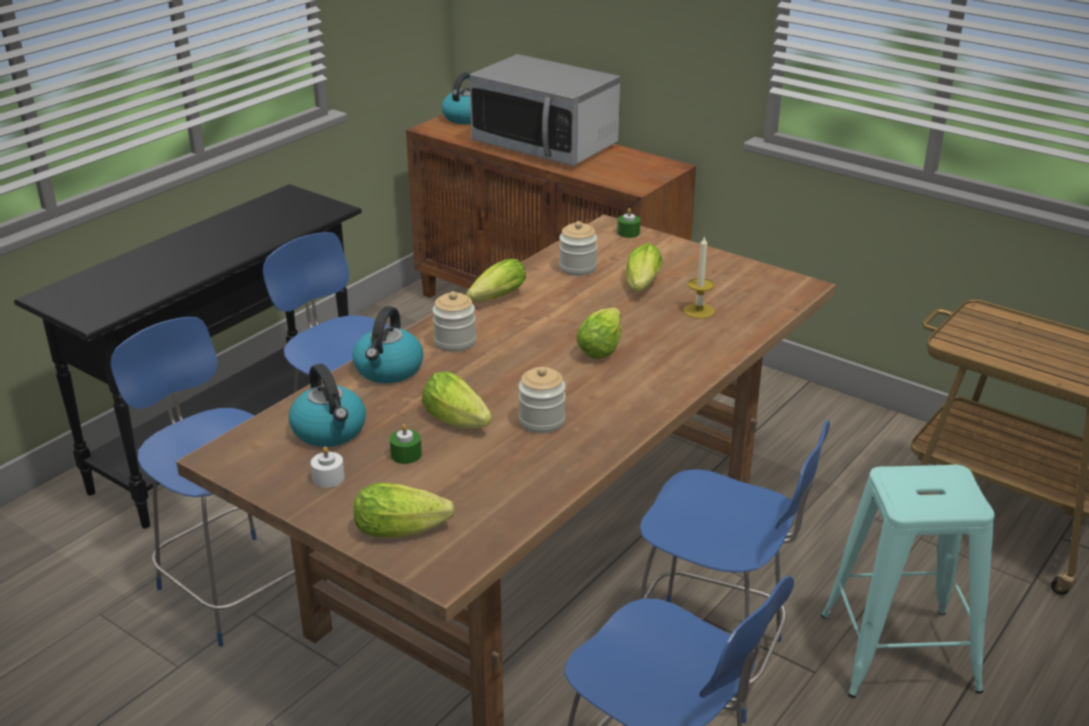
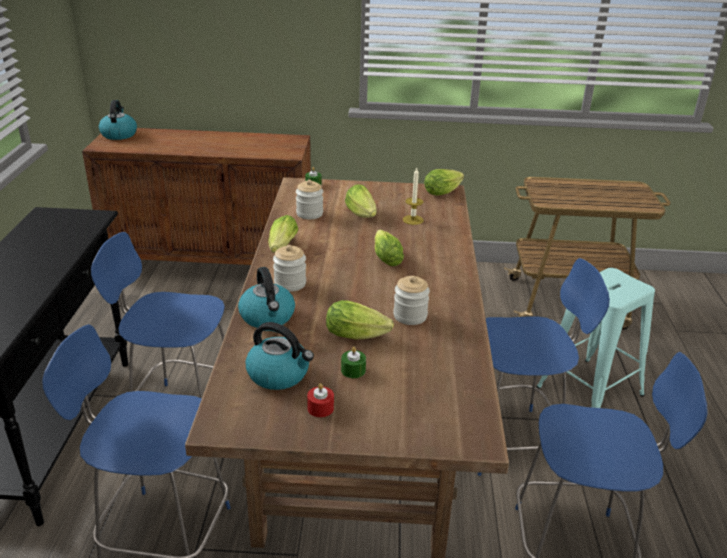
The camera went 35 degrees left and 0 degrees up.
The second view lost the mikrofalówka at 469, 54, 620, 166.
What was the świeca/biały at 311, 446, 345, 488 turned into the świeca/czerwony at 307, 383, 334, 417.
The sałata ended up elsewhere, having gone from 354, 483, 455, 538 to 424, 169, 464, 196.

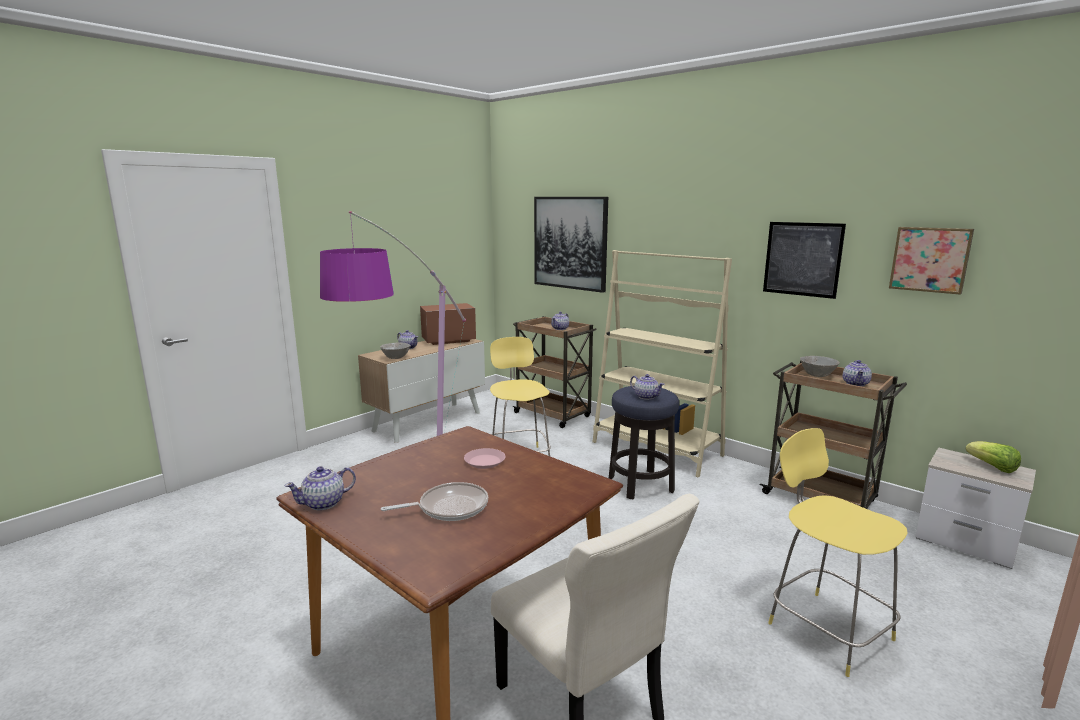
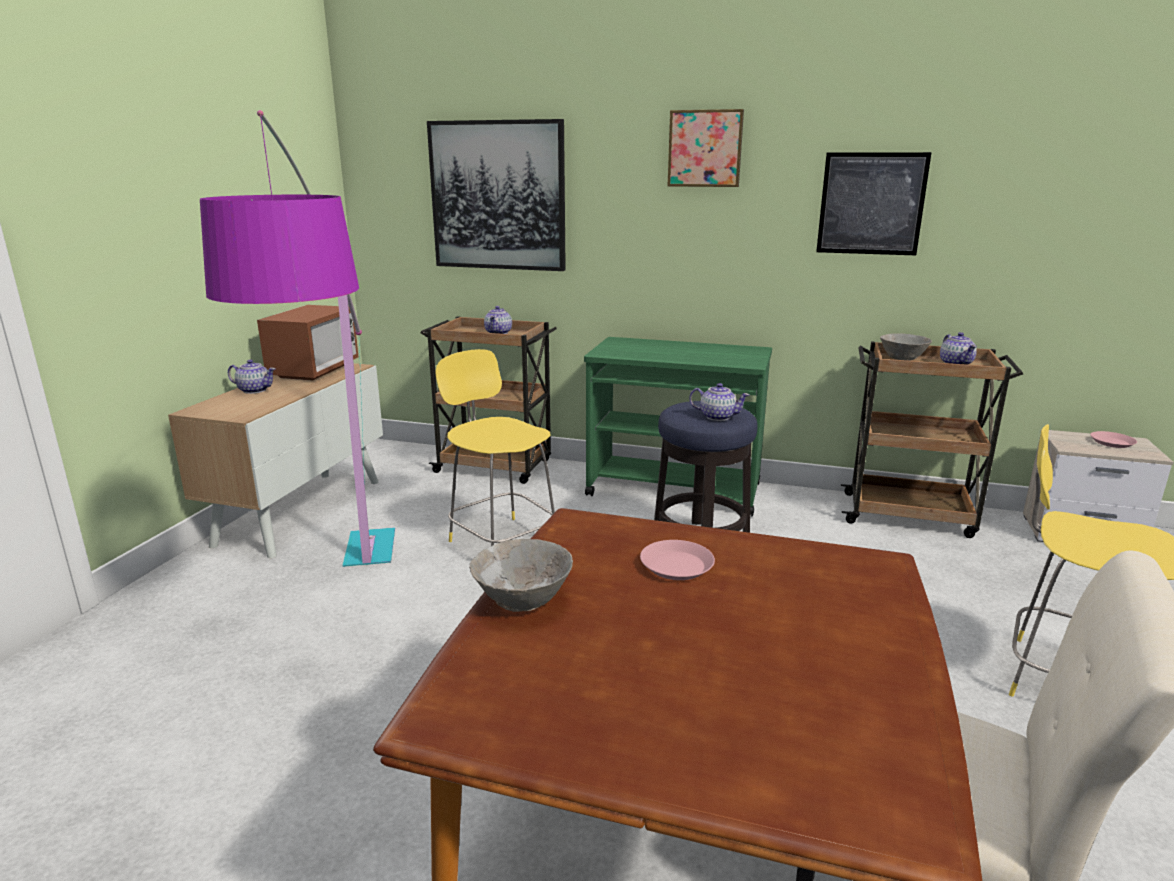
The camera went 25 degrees left and 5 degrees up.
The obraz ended up elsewhere, having gone from 889, 227, 974, 295 to 668, 109, 744, 187.
Where the regał/beżowy stood at 593, 250, 732, 477, the wózek/zielony came to stand at 584, 337, 772, 517.
The mikrofalówka at 420, 303, 476, 345 ended up facing another way, 150 degrees clockwise from before.
The miska/szary ended up elsewhere, having gone from 380, 342, 411, 359 to 469, 539, 573, 612.
Where the sałata stood at 966, 441, 1021, 473, the talerz/różowy came to stand at 1090, 431, 1137, 448.
The second view lost the imbryk at 285, 466, 356, 510.
The second view lost the patelnia at 381, 482, 488, 521.

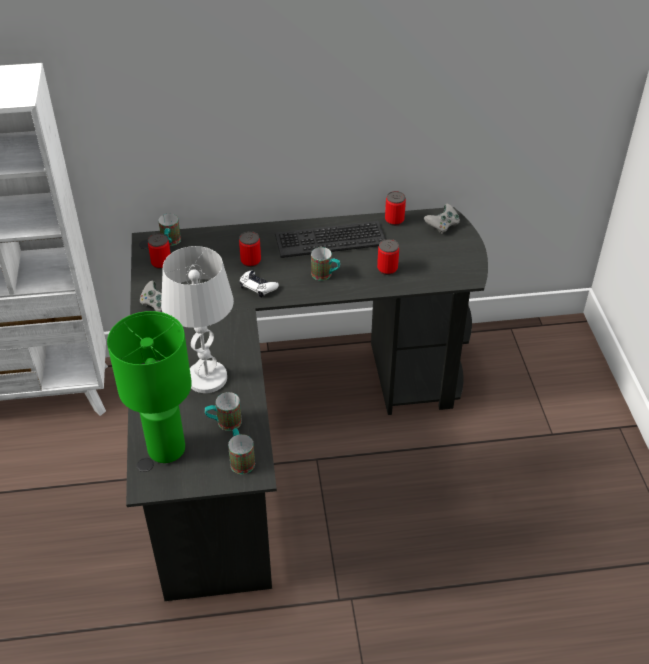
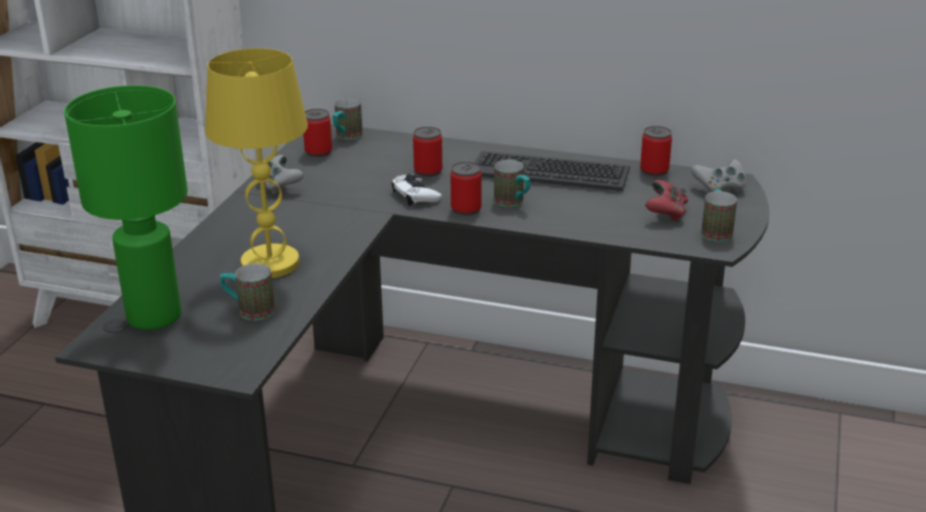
The camera went 25 degrees right and 15 degrees down.
The puszka ended up elsewhere, having gone from 377, 239, 399, 275 to 450, 162, 482, 216.
What was the lampa stołowa/biały at 161, 246, 234, 393 turned into the lampa stołowa/żółty at 205, 48, 308, 278.
The kubek ended up elsewhere, having gone from 228, 429, 255, 474 to 701, 189, 737, 242.
The second view gained the pad do gier/czerwony at 645, 180, 688, 222.

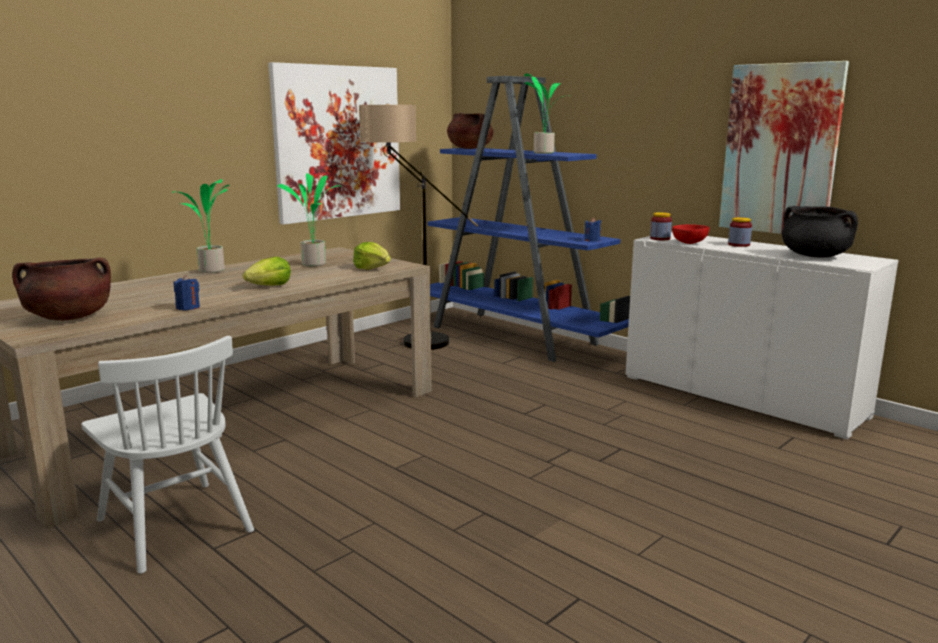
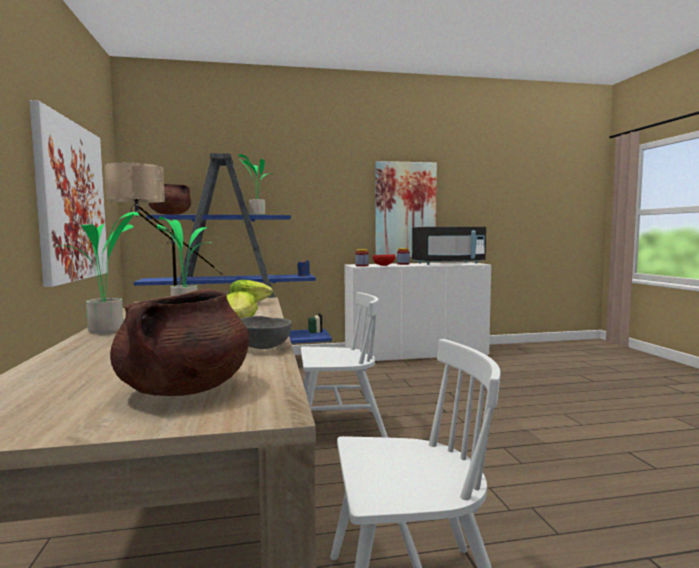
The camera went 55 degrees left and 10 degrees down.
Where the garnek/czarny stood at 782, 206, 858, 258, the mikrofalówka/czarny came to stand at 412, 227, 486, 265.
Where the świeca/niebieski stood at 173, 275, 200, 311, the miska/szary came to stand at 241, 316, 292, 349.
The second view gained the krzesło/biały at 301, 292, 388, 438.

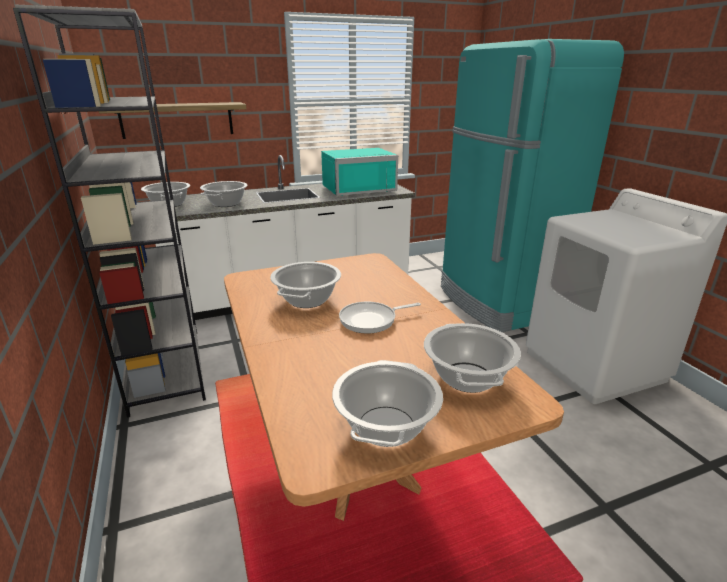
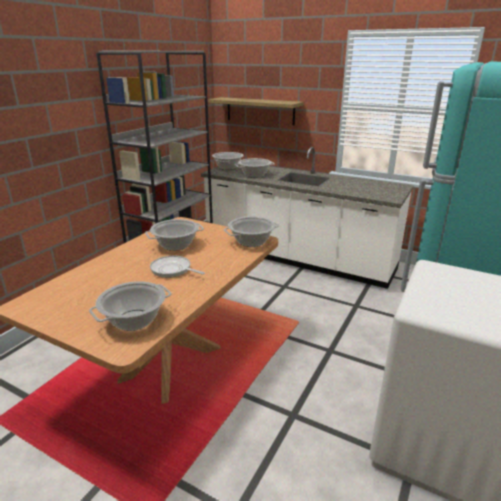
The camera went 50 degrees right and 0 degrees up.
The second view lost the mikrofalówka/turkusowy at 321, 148, 398, 196.
The garnek ended up elsewhere, having gone from 332, 360, 443, 447 to 224, 216, 279, 247.

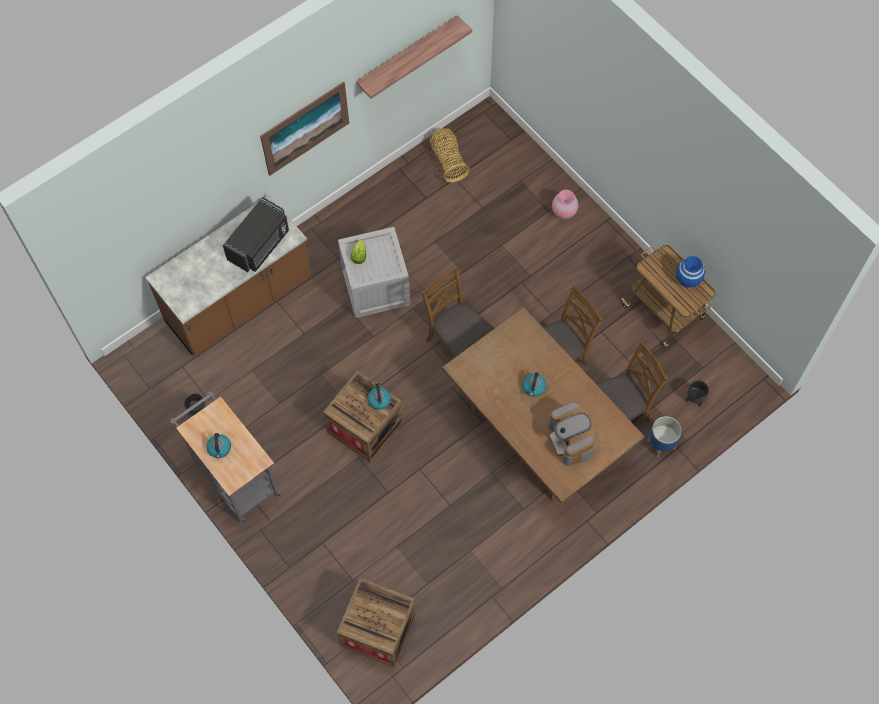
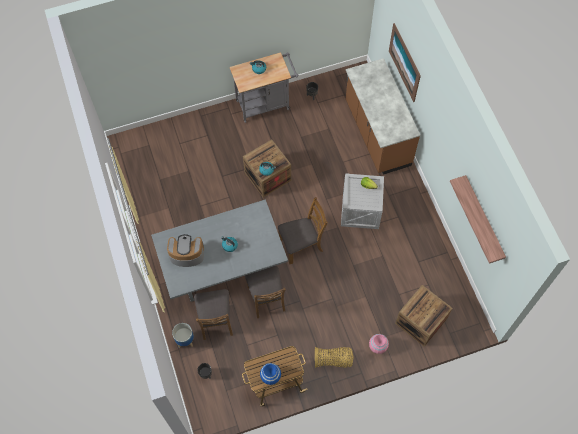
The camera went 110 degrees right and 0 degrees up.
The obraz ended up elsewhere, having gone from 260, 82, 349, 176 to 389, 23, 421, 102.
The koszyk ended up elsewhere, having gone from 430, 128, 470, 182 to 315, 347, 354, 368.
The second view lost the mikrofalówka/czarny at 223, 197, 289, 272.
What was the stół jadalny/brązowy at 442, 307, 644, 503 turned into the stół jadalny/szary at 151, 199, 288, 302.
The skrzynka ended up elsewhere, having gone from 337, 578, 416, 667 to 395, 285, 452, 347.

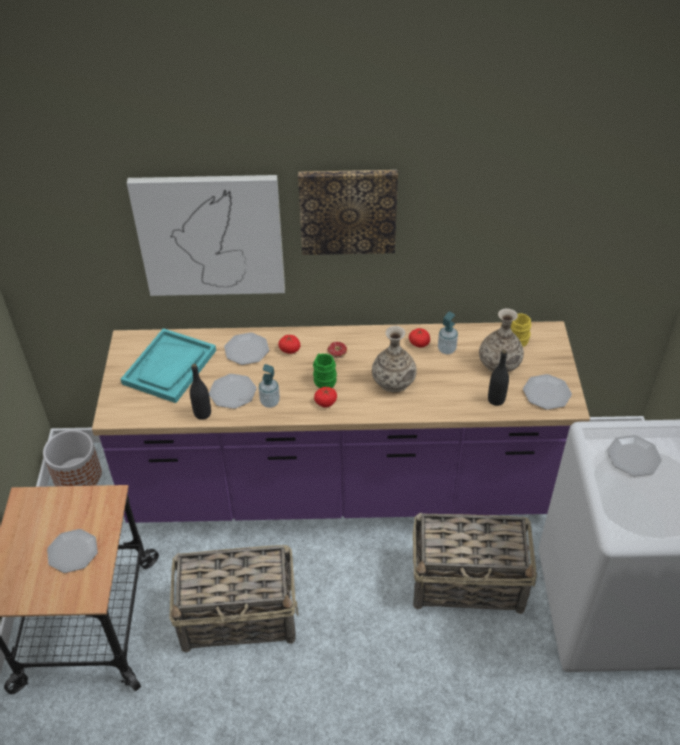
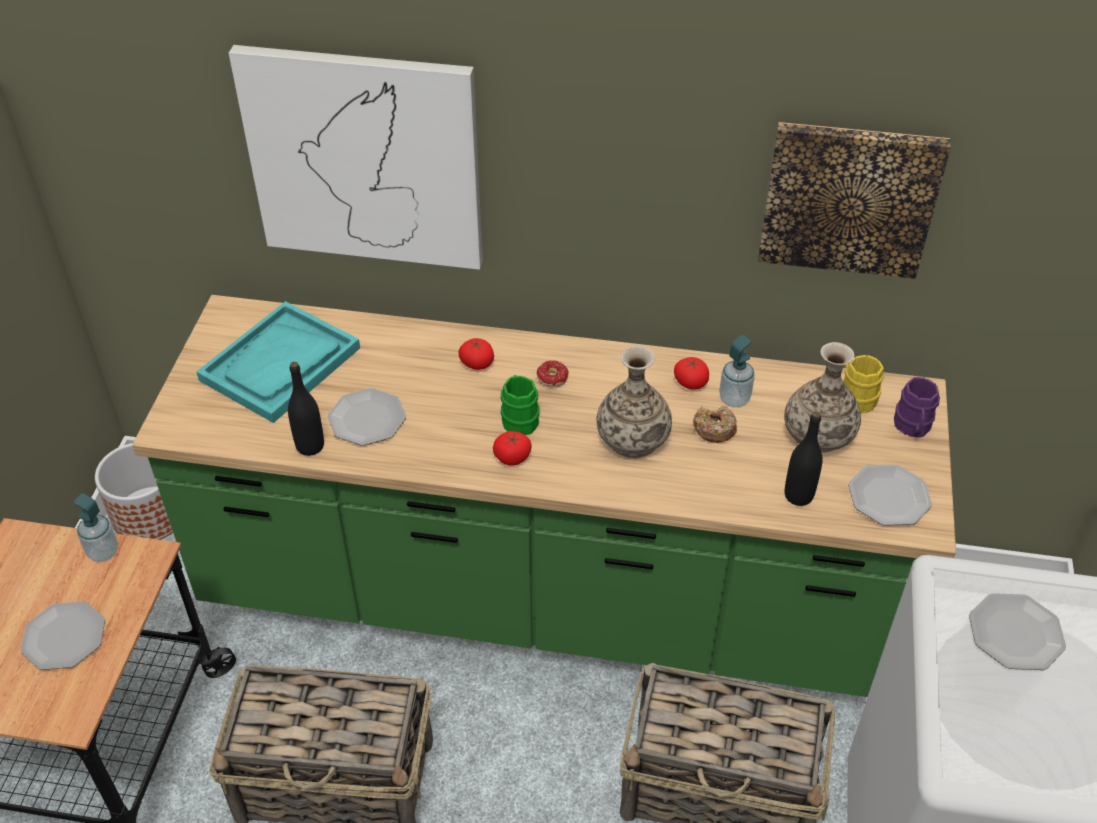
The camera went 10 degrees right and 0 degrees up.
The obraz ended up elsewhere, having gone from 298, 170, 398, 255 to 758, 122, 951, 279.
What was the zabudowa kuchenna/fioletowy at 92, 321, 590, 523 turned into the zabudowa kuchenna/zielony at 132, 295, 956, 697.
The second view lost the talerz at 224, 332, 269, 365.
The dozownik mydła ended up elsewhere, having gone from 259, 364, 280, 408 to 74, 493, 118, 562.
The second view gained the kubek/fioletowy at 894, 377, 940, 438.
The second view gained the donut at 693, 406, 737, 443.

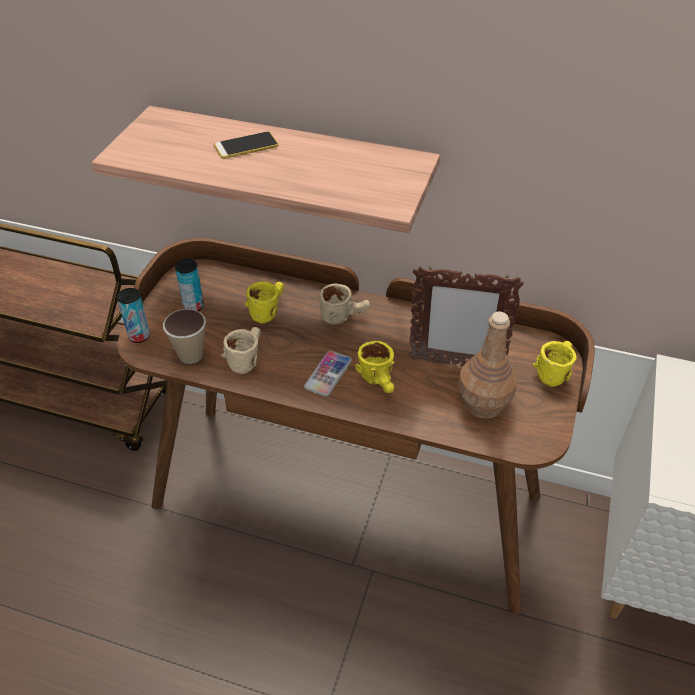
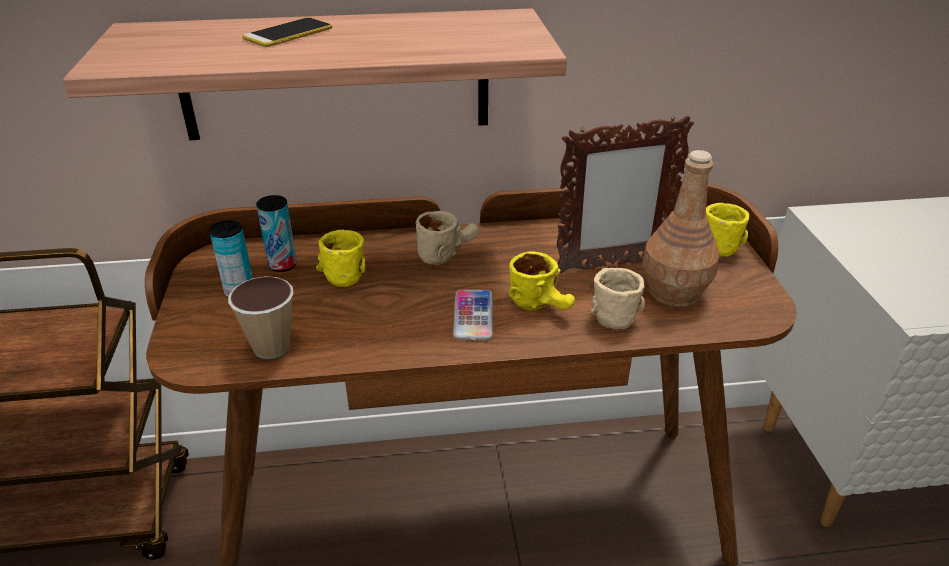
The camera went 25 degrees left and 10 degrees down.
The puszka ended up elsewhere, having gone from 117, 288, 150, 343 to 256, 195, 297, 272.
The kubek/beżowy ended up elsewhere, having gone from 221, 327, 260, 374 to 591, 268, 645, 330.

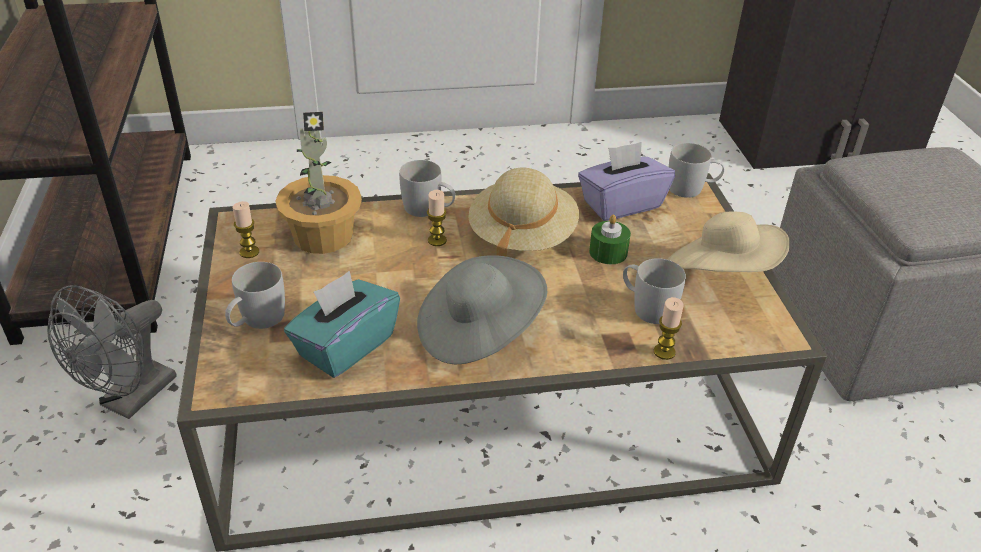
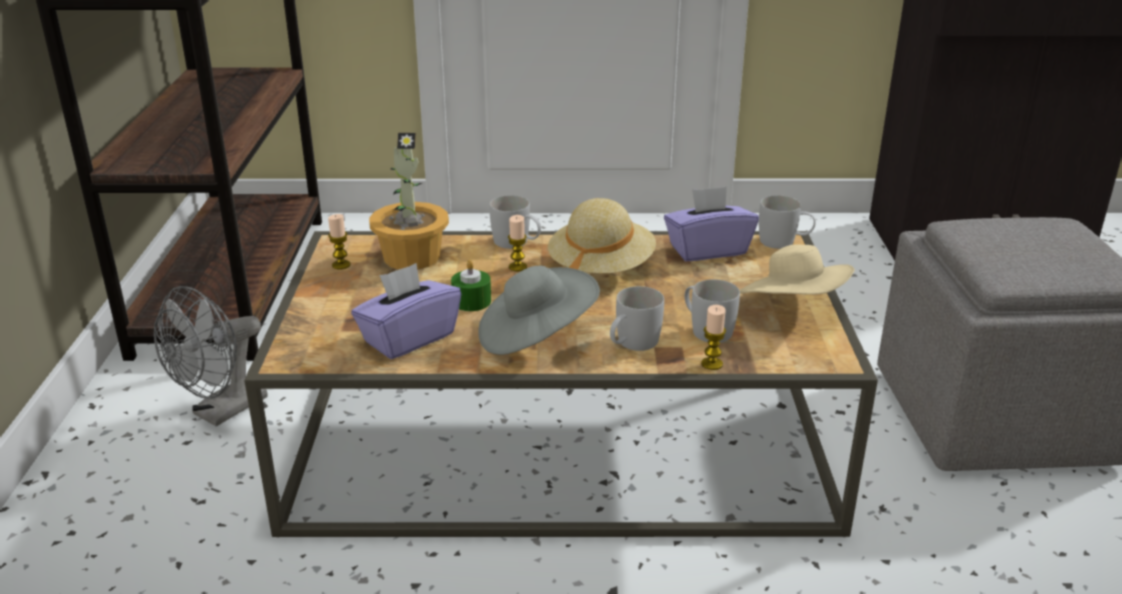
The camera went 10 degrees right and 10 degrees down.
The świeca/zielony ended up elsewhere, having gone from 589, 215, 631, 264 to 451, 260, 491, 311.
The kubek/biały ended up elsewhere, having gone from 225, 262, 285, 329 to 610, 286, 664, 351.
What was the pudełko chusteczek/turkusowy at 284, 271, 400, 378 turned into the pudełko chusteczek/fioletowy at 351, 263, 461, 359.

